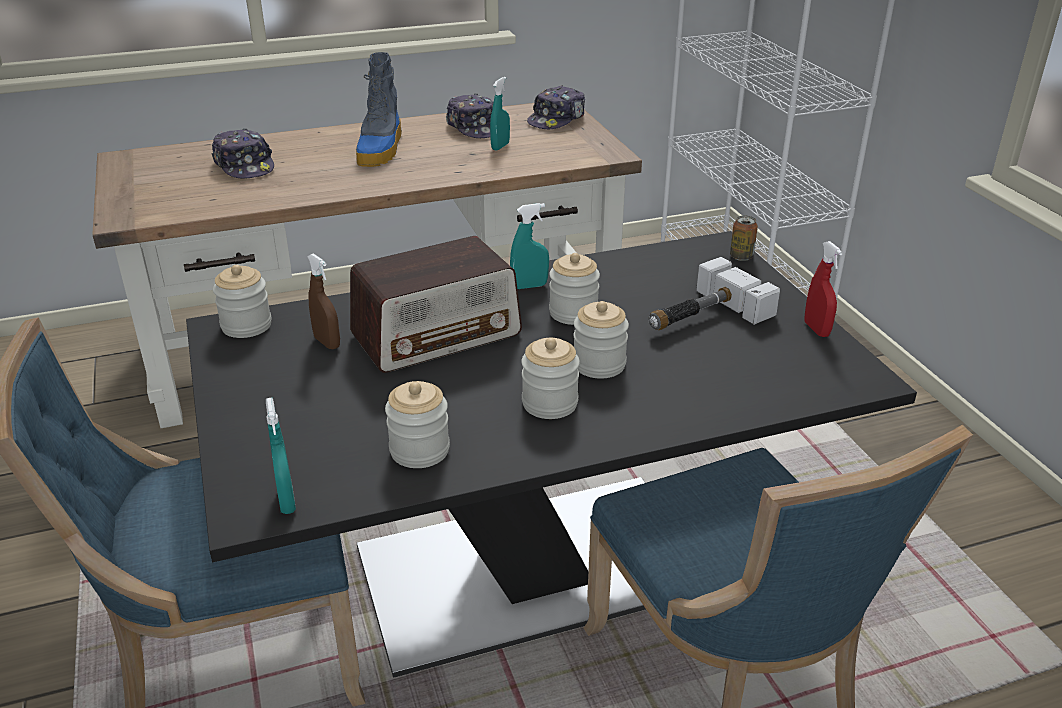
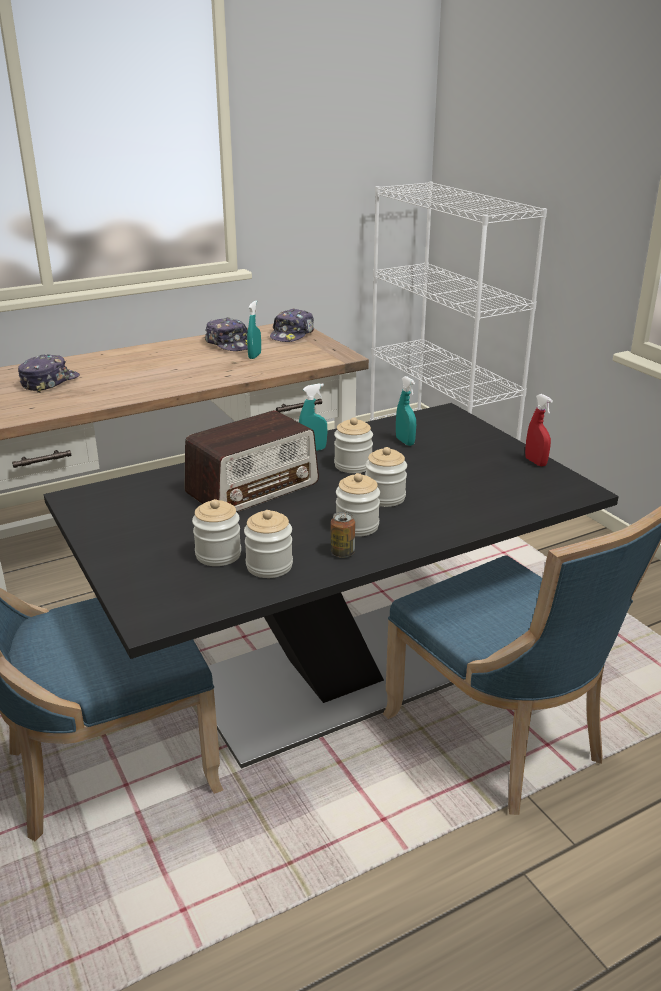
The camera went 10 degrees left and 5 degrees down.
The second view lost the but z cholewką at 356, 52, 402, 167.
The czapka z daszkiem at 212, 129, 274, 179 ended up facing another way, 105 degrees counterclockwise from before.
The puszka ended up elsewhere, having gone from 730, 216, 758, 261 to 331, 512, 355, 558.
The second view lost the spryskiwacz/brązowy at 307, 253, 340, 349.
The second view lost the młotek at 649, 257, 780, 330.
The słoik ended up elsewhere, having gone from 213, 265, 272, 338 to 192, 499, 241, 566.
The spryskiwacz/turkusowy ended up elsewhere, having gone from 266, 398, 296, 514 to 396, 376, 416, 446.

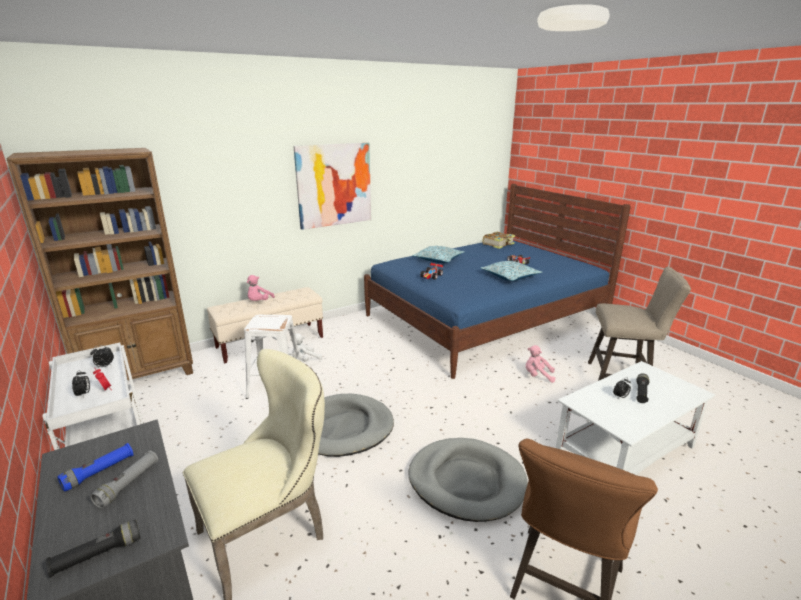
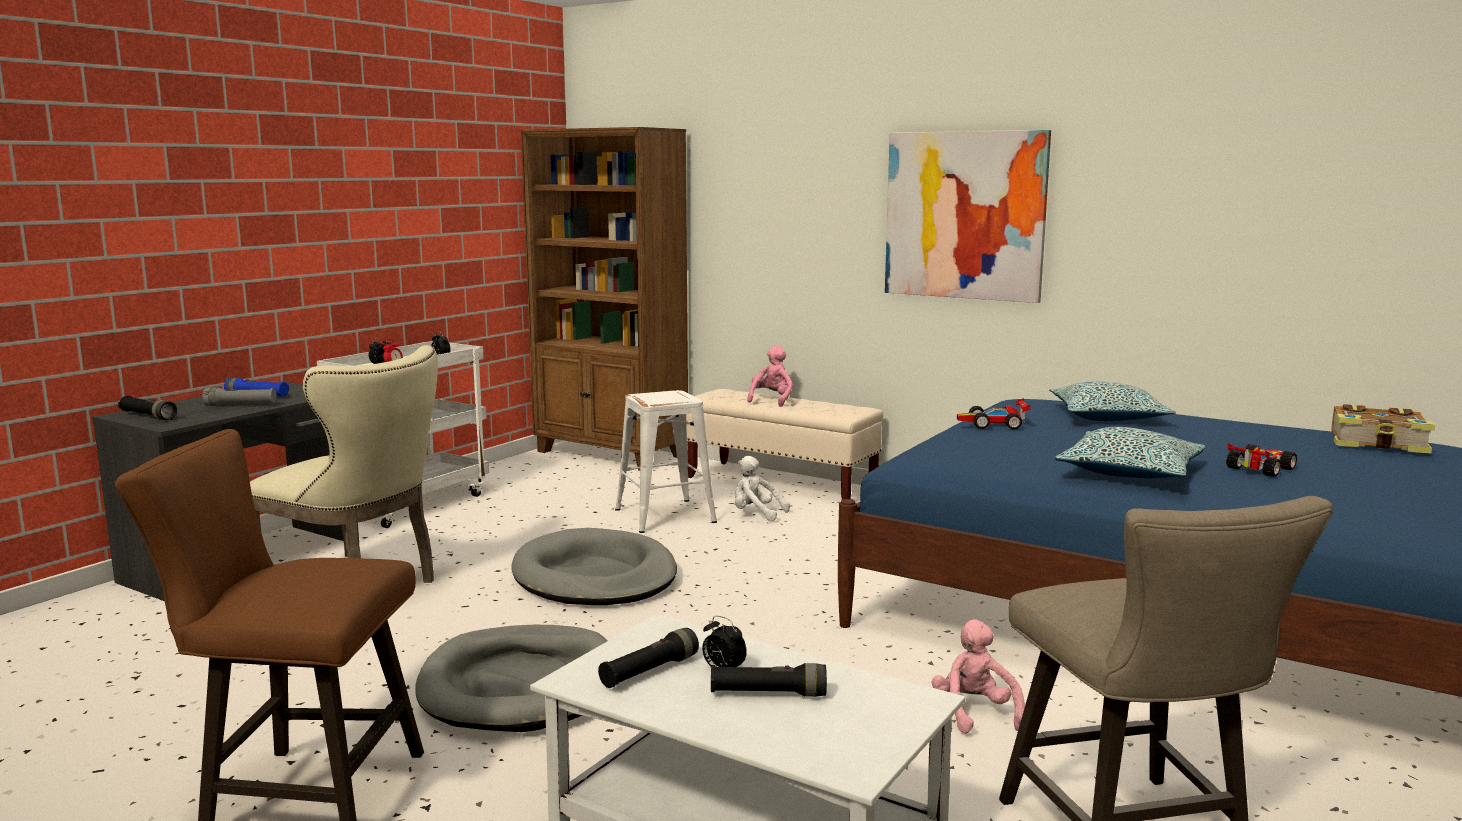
The camera went 65 degrees right and 10 degrees down.
The pluszak/różowy at 247, 275, 275, 301 ended up facing another way, 120 degrees clockwise from before.
The second view gained the latarka/czarny at 598, 628, 699, 688.

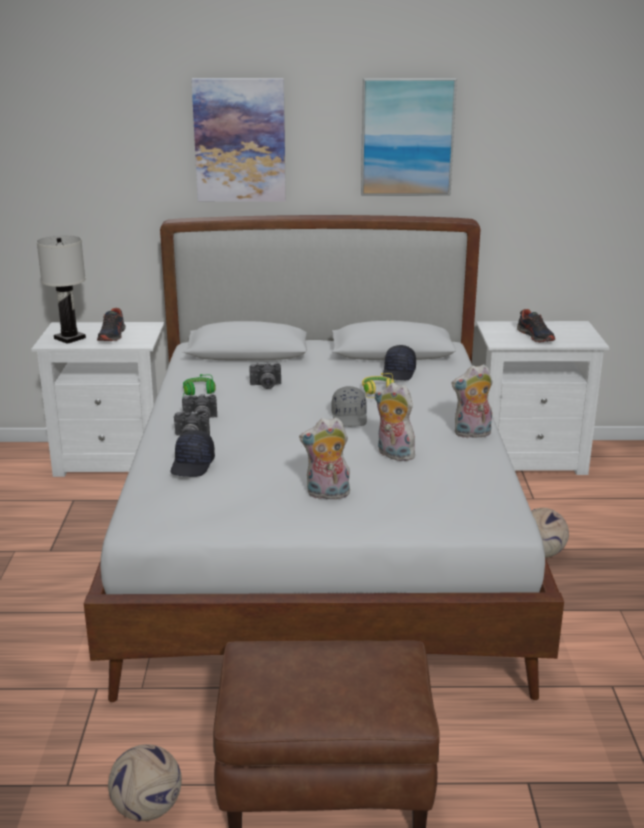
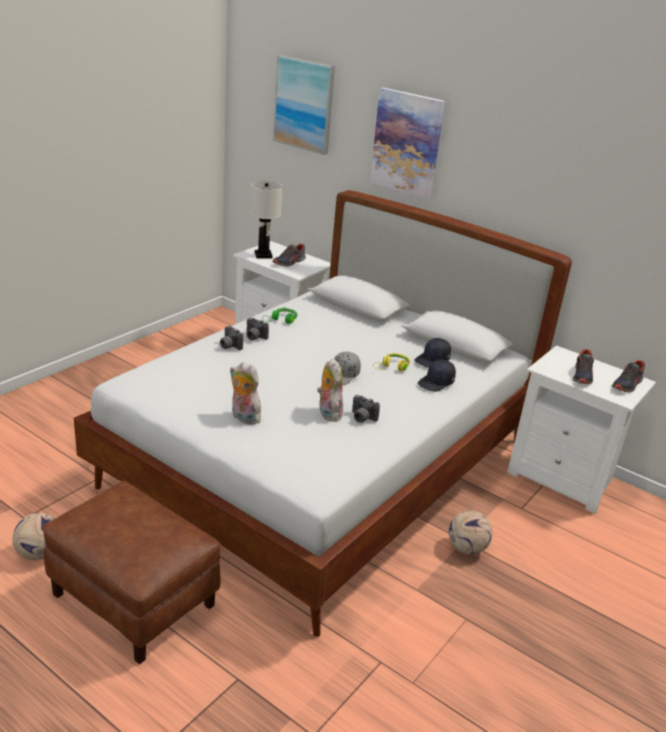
The camera went 35 degrees right and 5 degrees up.
The obraz ended up elsewhere, having gone from 361, 78, 457, 196 to 273, 55, 335, 155.
The aparat fotograficzny ended up elsewhere, having gone from 249, 362, 281, 389 to 352, 395, 380, 423.
The second view lost the pluszak at 451, 364, 493, 438.
The czapka z daszkiem/czarny ended up elsewhere, having gone from 171, 430, 215, 477 to 418, 359, 456, 392.
The second view gained the but at 612, 360, 645, 393.

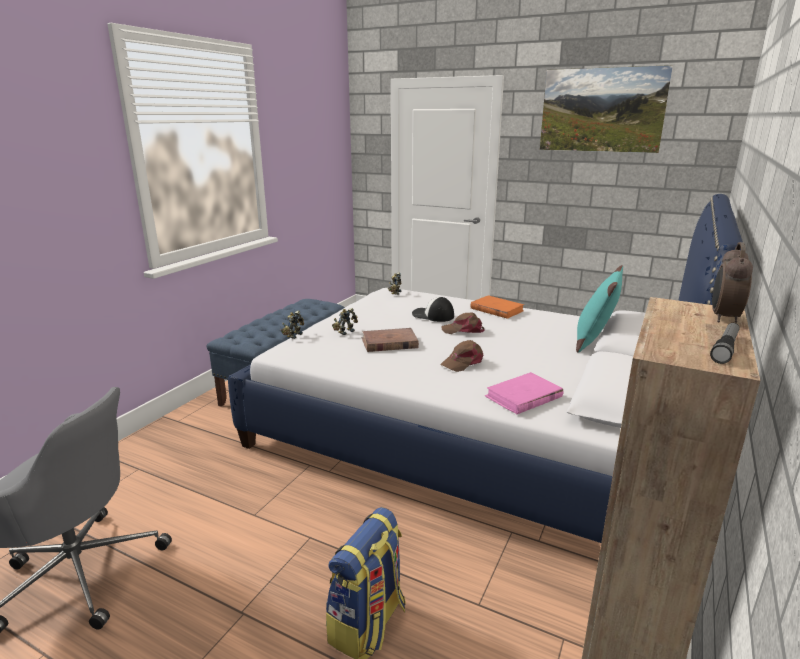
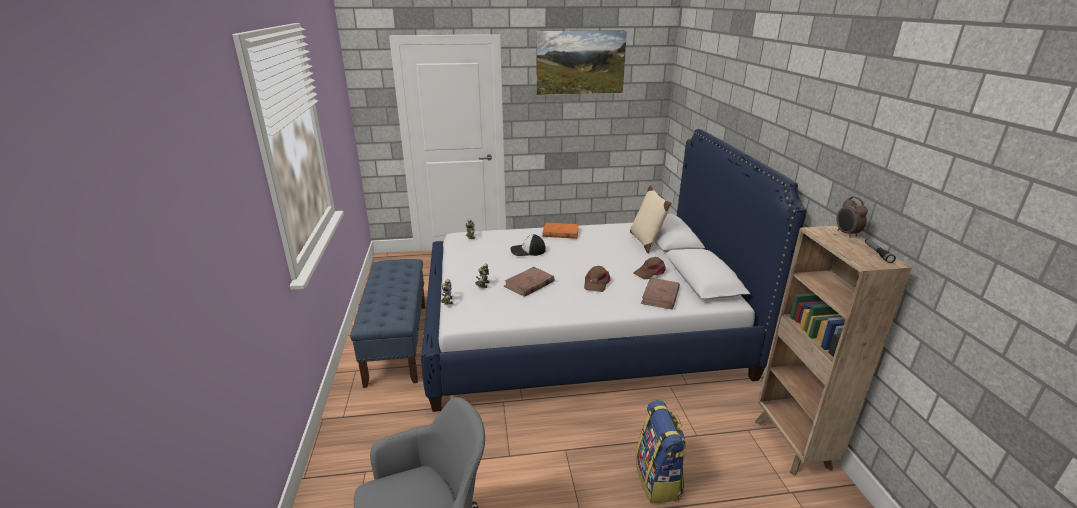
The camera went 35 degrees left and 5 degrees up.
What was the poduszka/turkusowy at 576, 265, 623, 353 turned into the poduszka/beżowy at 630, 185, 672, 253.
The czapka z daszkiem/brązowy ended up elsewhere, having gone from 441, 313, 484, 334 to 634, 257, 666, 280.
What was the książka/różowy at 485, 372, 564, 414 turned into the książka/brązowy at 641, 278, 680, 309.

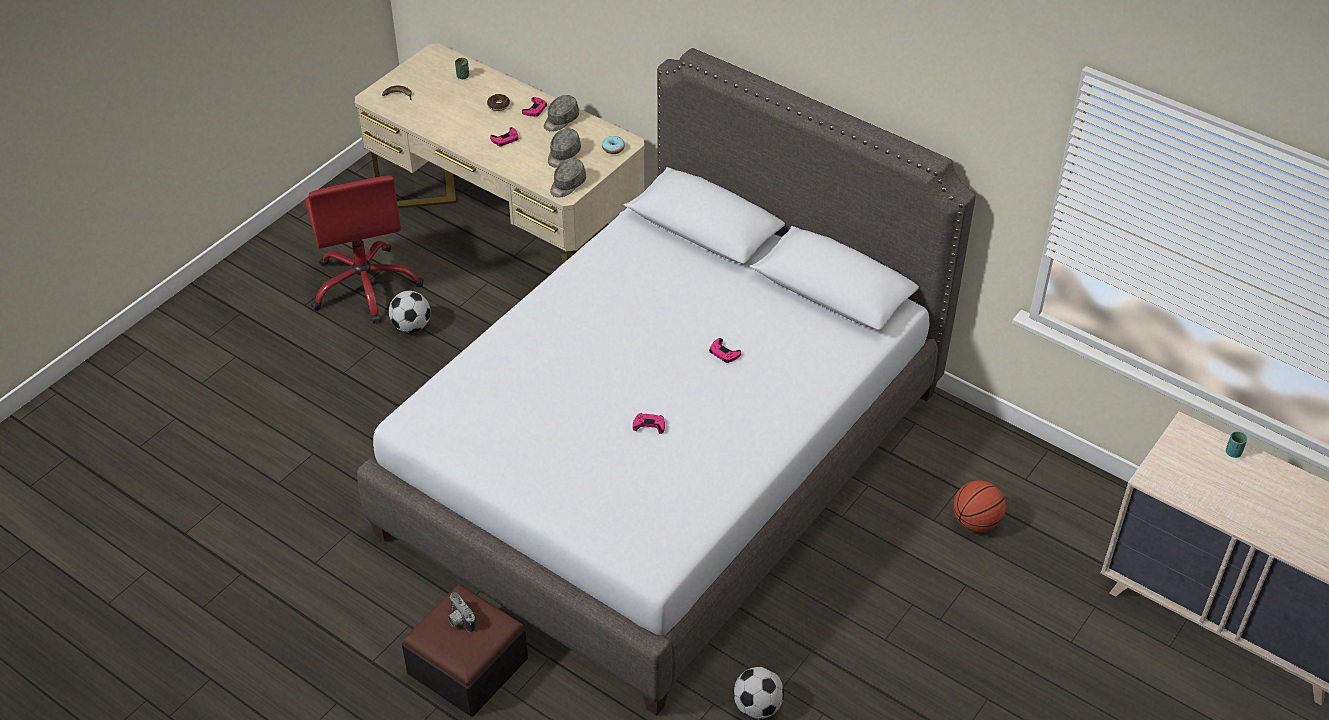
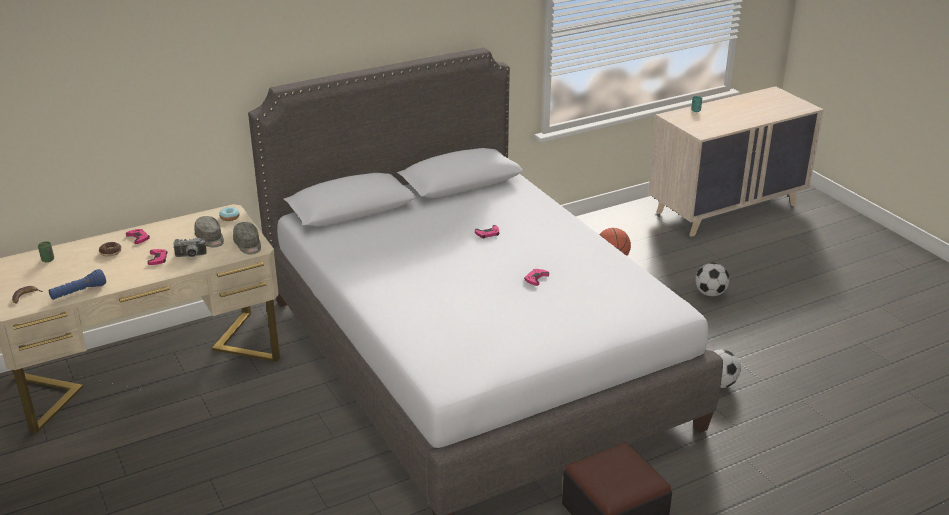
The camera went 65 degrees left and 15 degrees down.
The second view lost the czapka z daszkiem/szary at 544, 95, 579, 132.
The second view lost the krzesło biurowe/czerwony at 305, 176, 424, 324.
The piłka futbolowa ended up elsewhere, having gone from 389, 291, 431, 333 to 695, 263, 729, 297.
The aparat fotograficzny ended up elsewhere, having gone from 448, 592, 476, 632 to 173, 238, 207, 257.
The second view gained the latarka/niebieski at 49, 269, 106, 300.

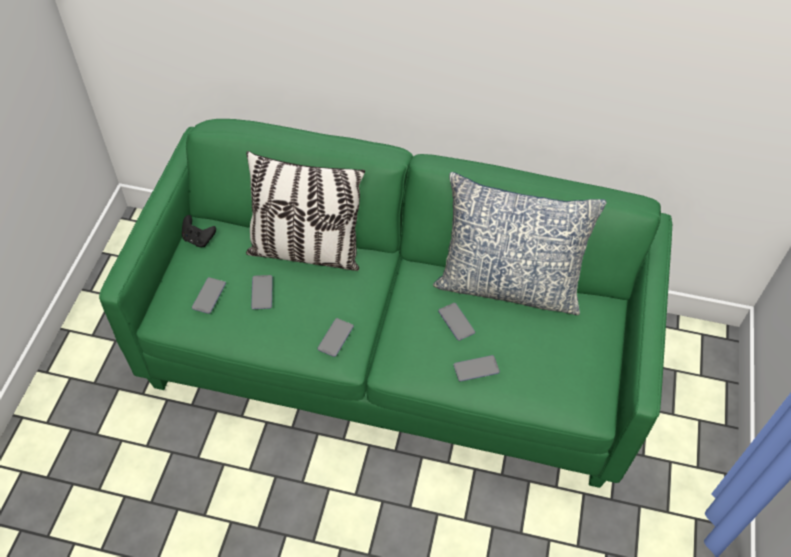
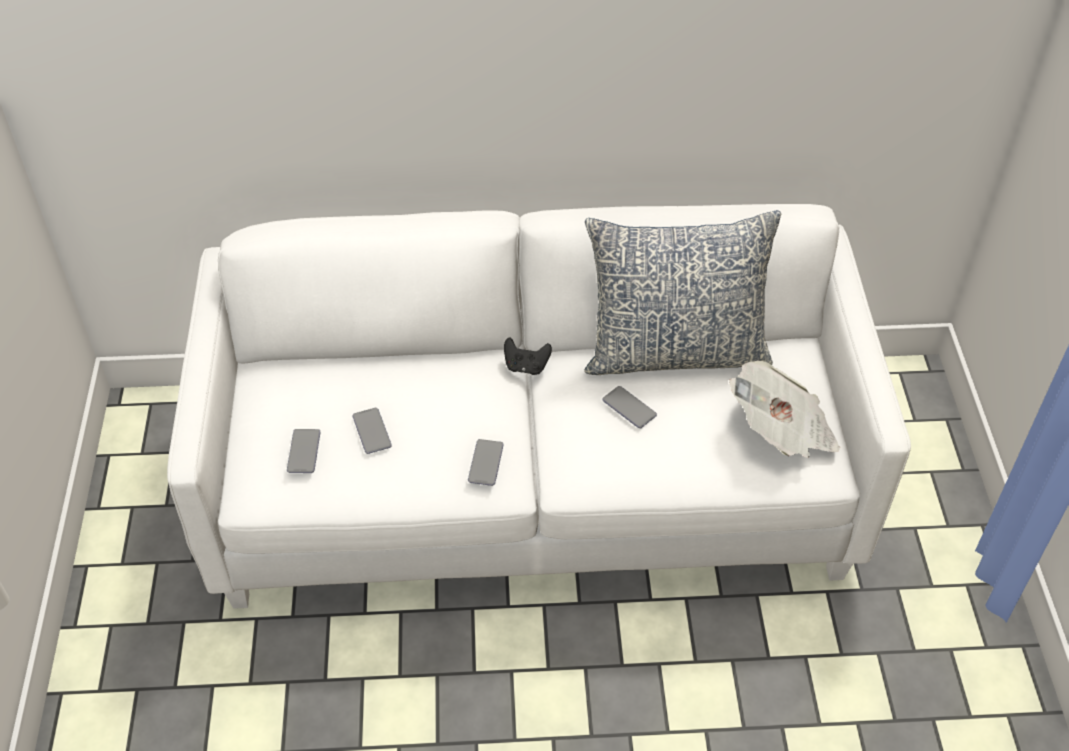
The camera went 15 degrees left and 5 degrees down.
What was the kanapa/zielony at 99, 119, 672, 488 turned into the kanapa/biały at 167, 204, 911, 609.
The second view lost the poduszka at 246, 151, 365, 271.
The pad do gier/czarny ended up elsewhere, having gone from 182, 215, 216, 247 to 504, 337, 552, 375.
The second view lost the telefon at 453, 355, 500, 381.
The second view gained the gazeta at 729, 361, 840, 458.

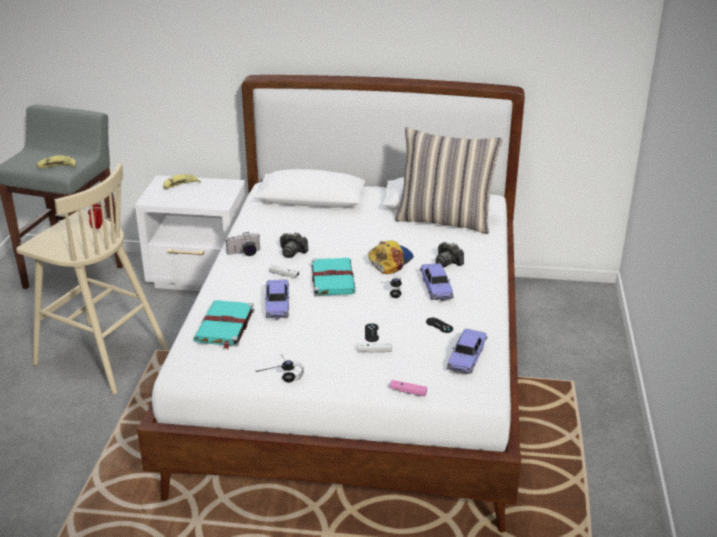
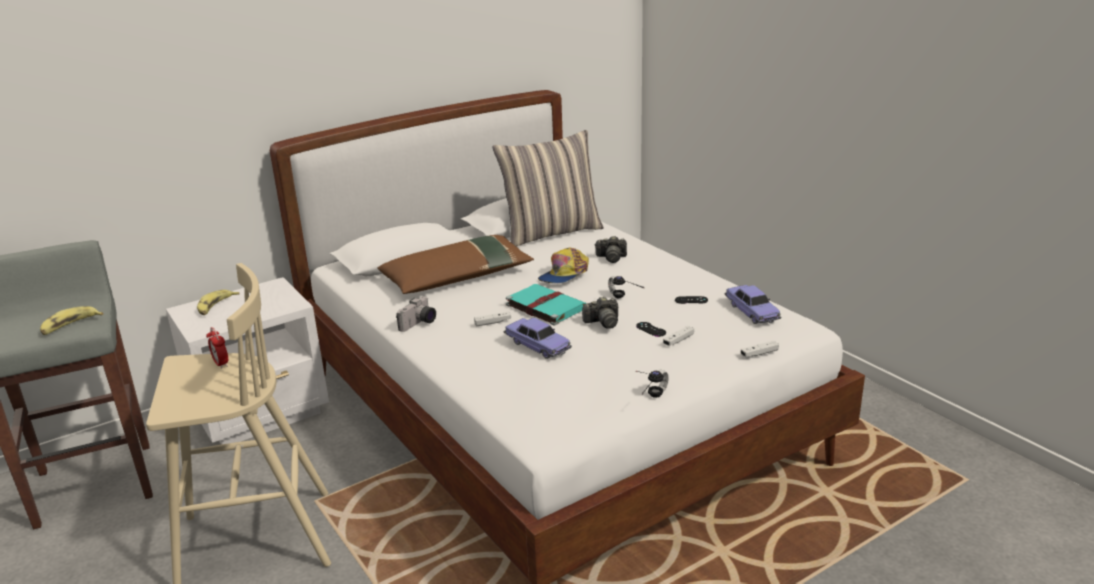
The camera went 40 degrees left and 5 degrees down.
The aparat fotograficzny ended up elsewhere, having gone from 280, 232, 308, 258 to 582, 297, 618, 329.
The czapka z daszkiem at 368, 240, 414, 274 ended up facing another way, 135 degrees counterclockwise from before.
The second view lost the samochodzik at 420, 263, 454, 301.
The second view lost the książka/turkusowy at 194, 300, 254, 349.
What was the pad do gier/różowy at 390, 380, 427, 396 turned into the pad do gier/biały at 741, 340, 779, 357.
The second view gained the poduszka/brązowy at 377, 235, 534, 294.

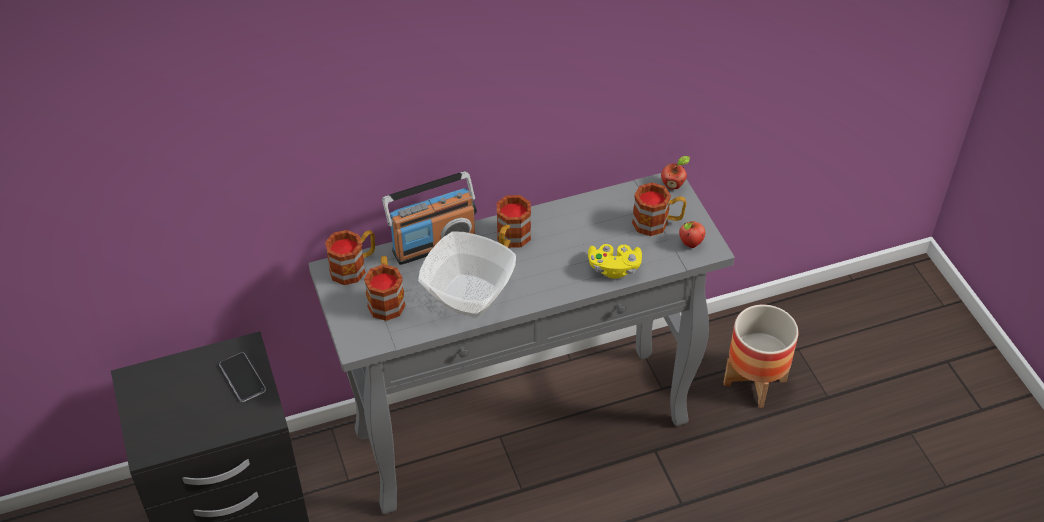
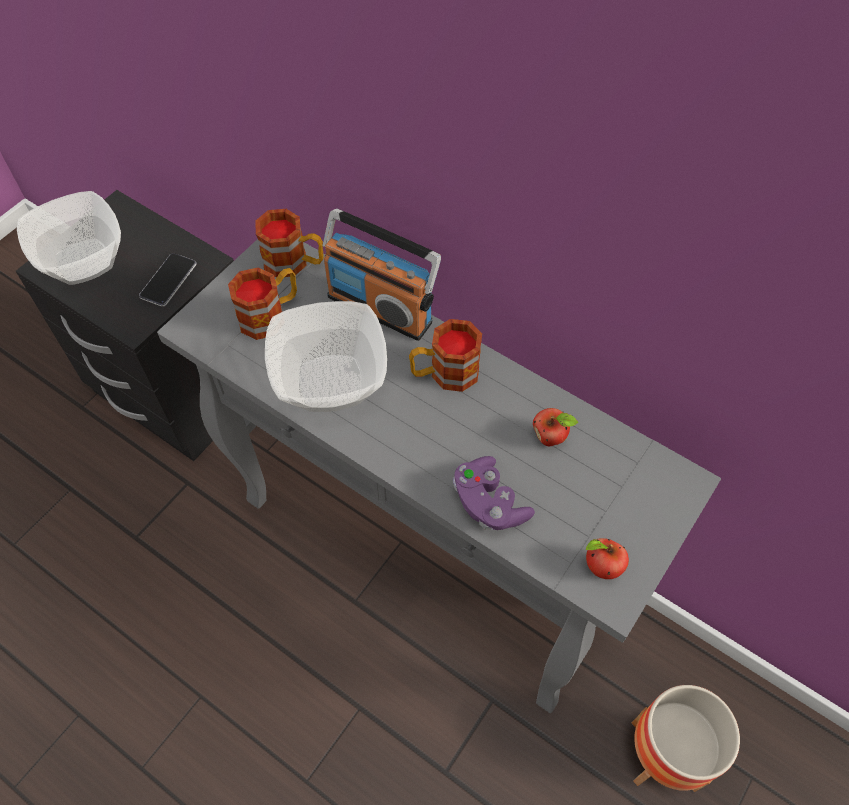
The camera went 55 degrees right and 10 degrees up.
The jabłko ended up elsewhere, having gone from 661, 156, 690, 189 to 533, 408, 578, 446.
The second view lost the kubek at 632, 182, 687, 236.
What was the pad do gier/żółty at 588, 244, 642, 279 turned into the pad do gier/fioletowy at 453, 456, 535, 530.
The second view gained the miska at 17, 191, 121, 285.

